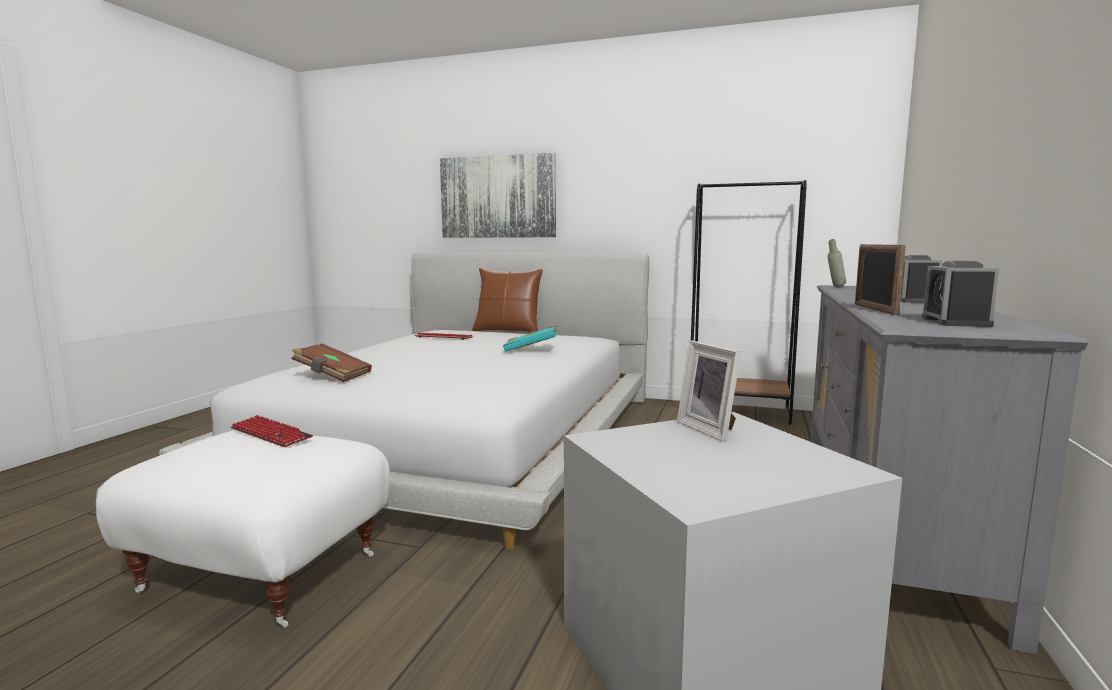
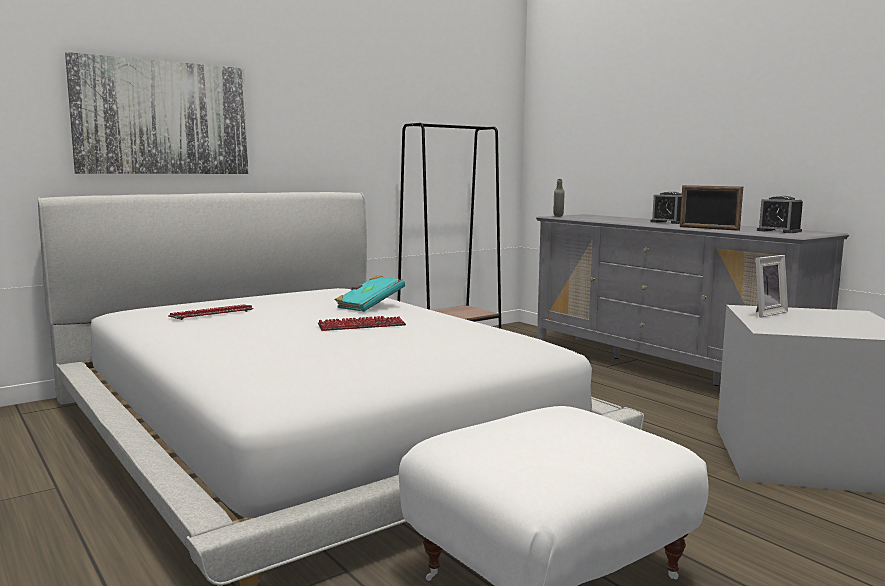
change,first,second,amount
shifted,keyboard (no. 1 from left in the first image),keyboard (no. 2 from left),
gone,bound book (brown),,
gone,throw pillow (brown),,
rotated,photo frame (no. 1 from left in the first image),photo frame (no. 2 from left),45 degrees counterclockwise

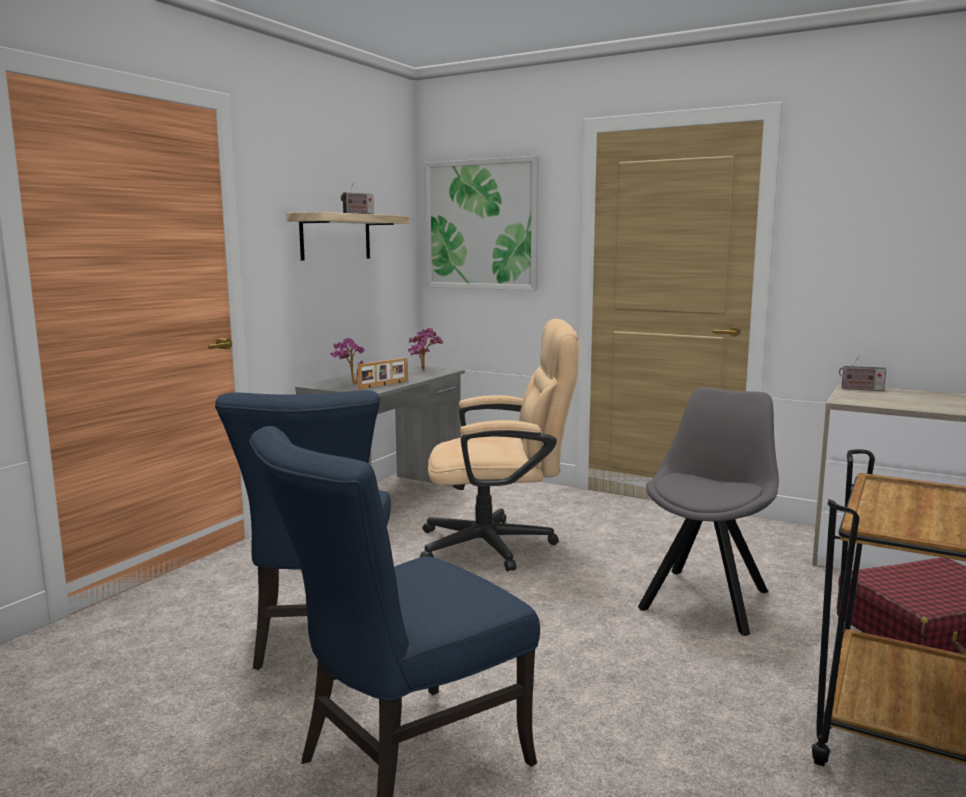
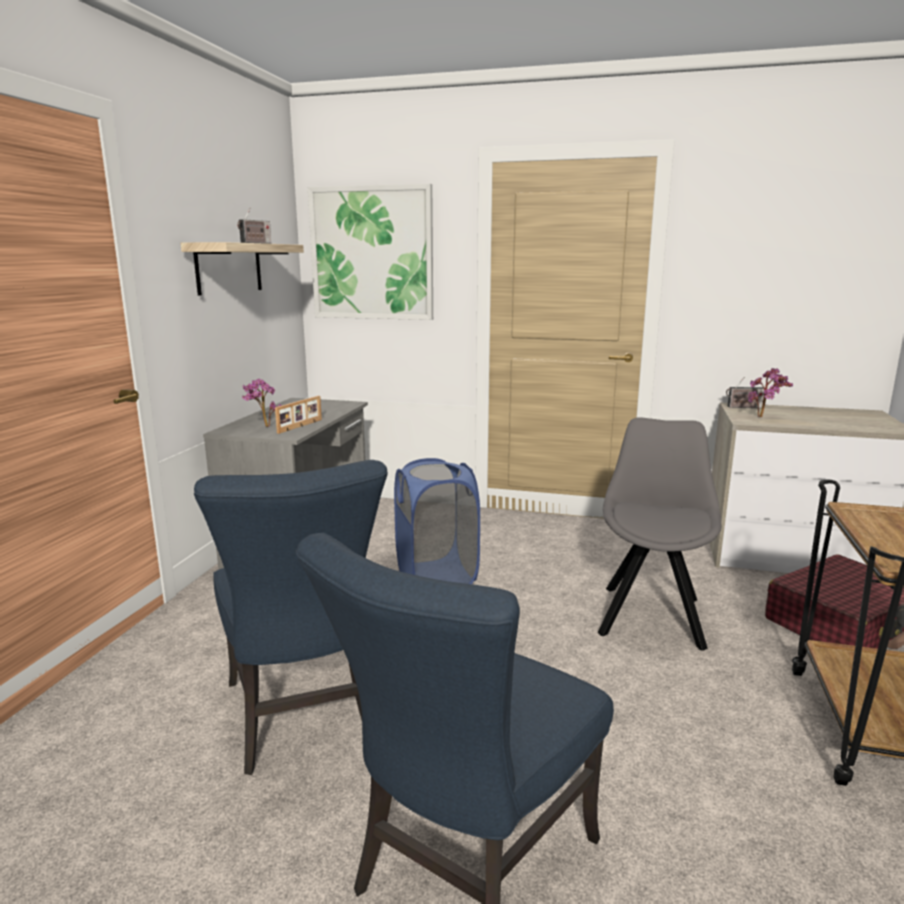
change,first,second,amount
shifted,potted plant (no. 2 from left),,
swapped,computer chair (sand-coloured),hamper (bluish),

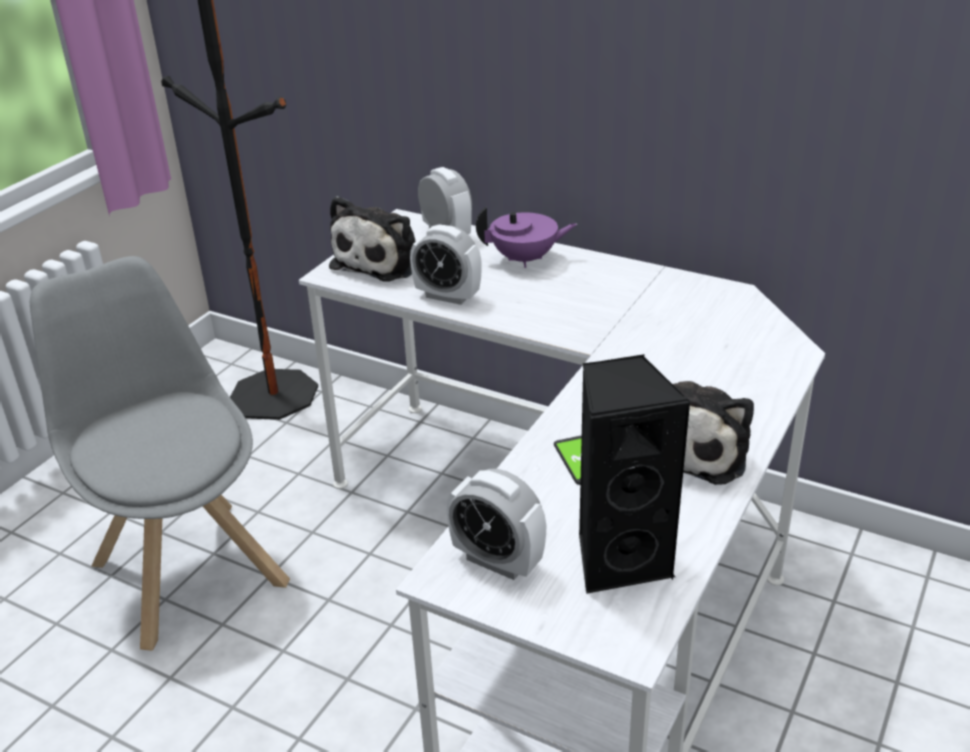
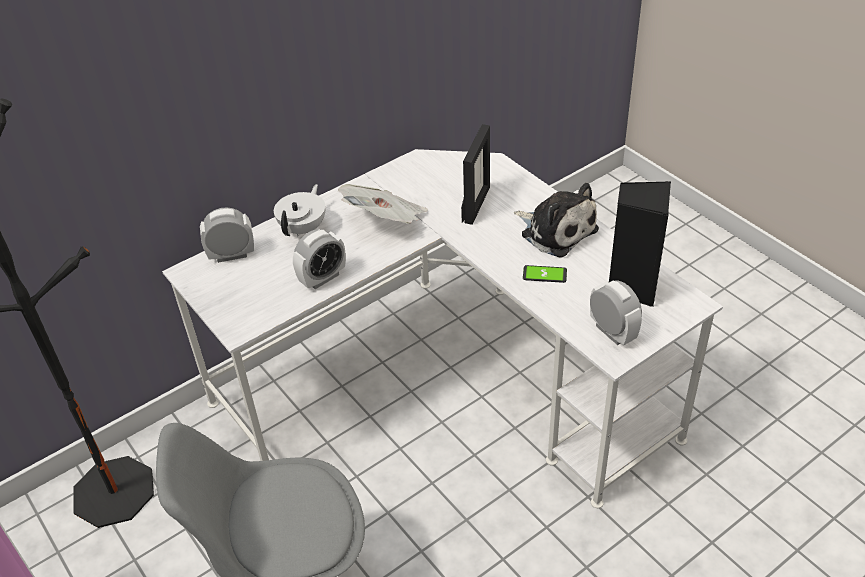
change,first,second,amount
gone,soft toy (no. 1 from left),,
rotated,table clock (no. 3 from left),,90 degrees counterclockwise
repainted,teapot (purple),teapot (white),
new,,newspaper,
new,,photo frame,

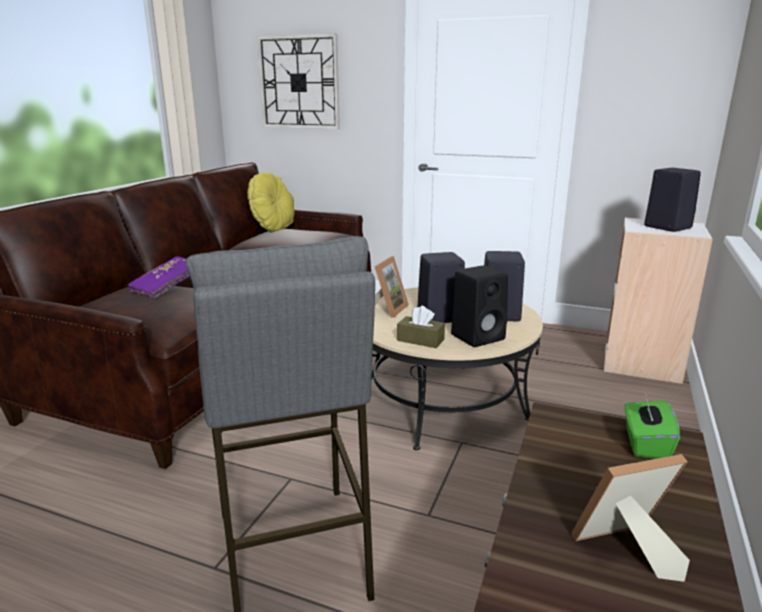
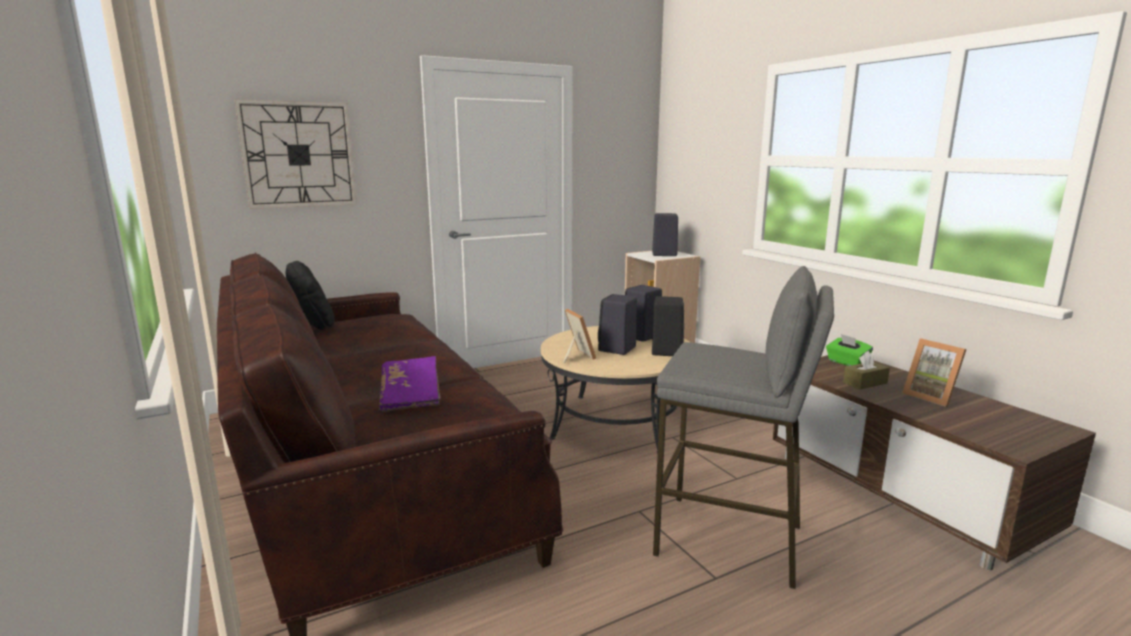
change,first,second,amount
repainted,throw pillow (yellowish),throw pillow (black-coloured),
shifted,tissue box (brown),,
rotated,photo frame (no. 2 from left),,60 degrees counterclockwise

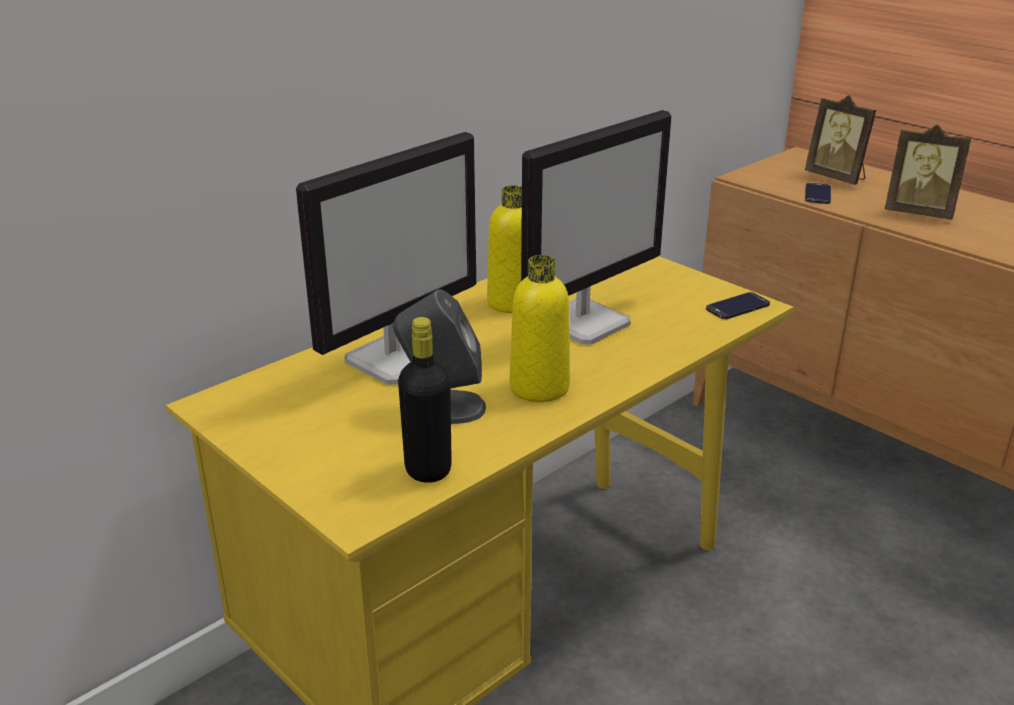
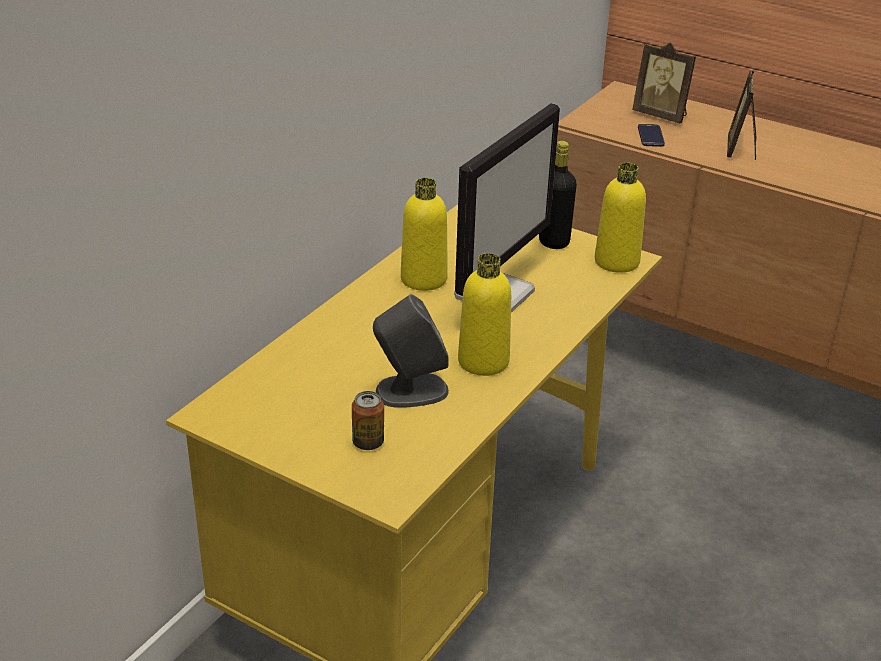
change,first,second,amount
gone,monitor (no. 1 from left),,
shifted,bottle (black-coloured),,
swapped,handset (no. 1 from left),bottle (yellowish) (no. 3 from left),
rotated,photo frame (no. 2 from left),,90 degrees clockwise
new,,can,

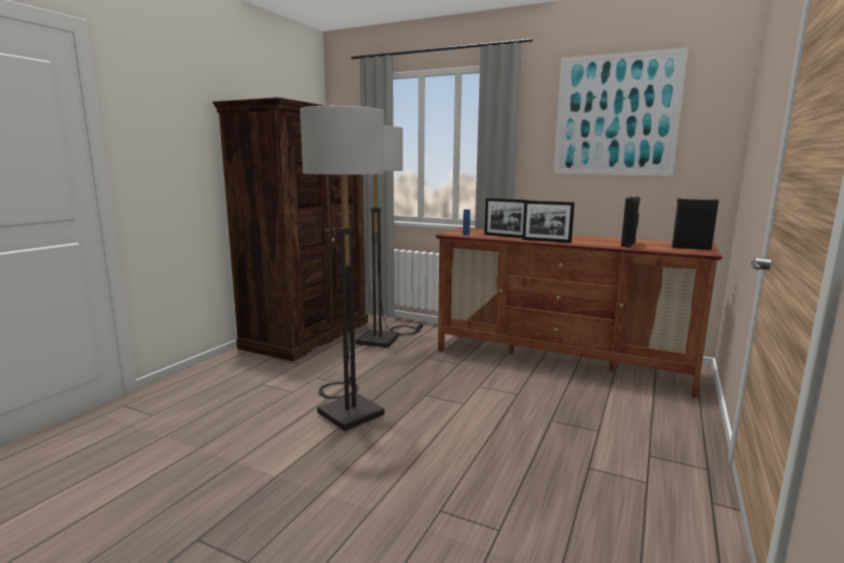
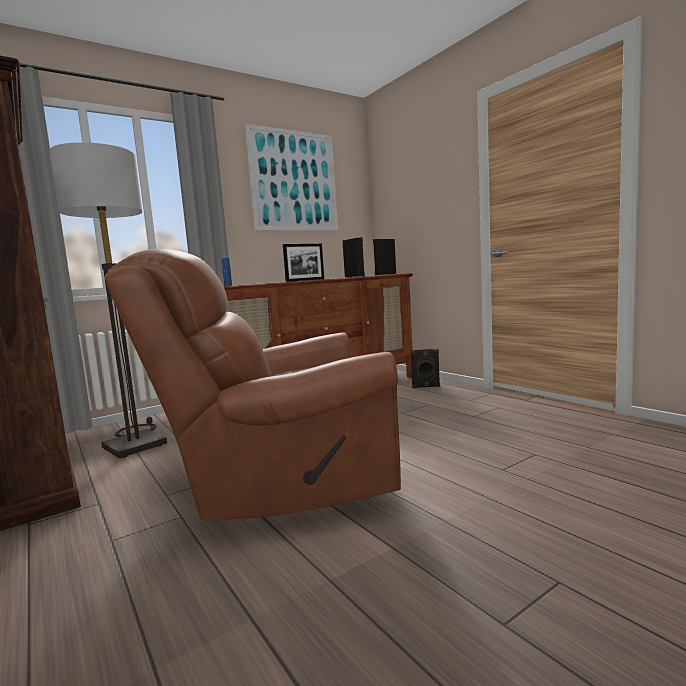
change,first,second,amount
swapped,standard lamp (no. 1 from left),easy chair (brown),
gone,photo frame (no. 1 from left),,
new,,audio speaker (black-coloured) (no. 3 from left),

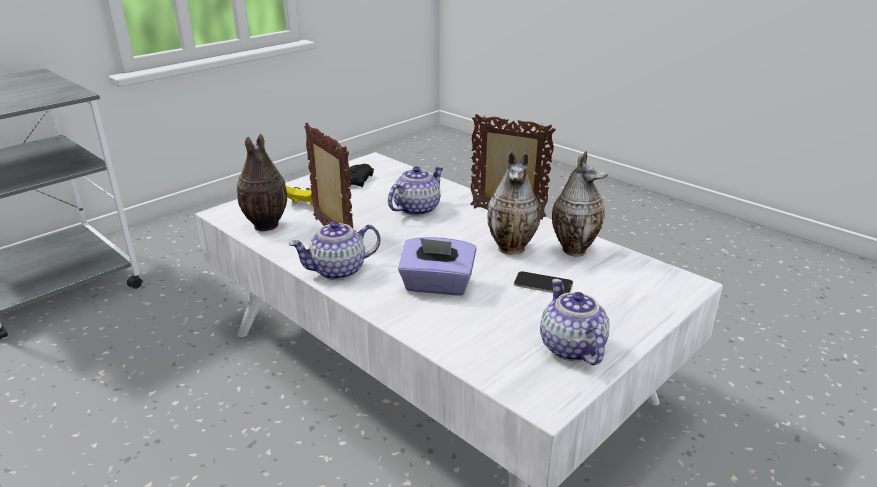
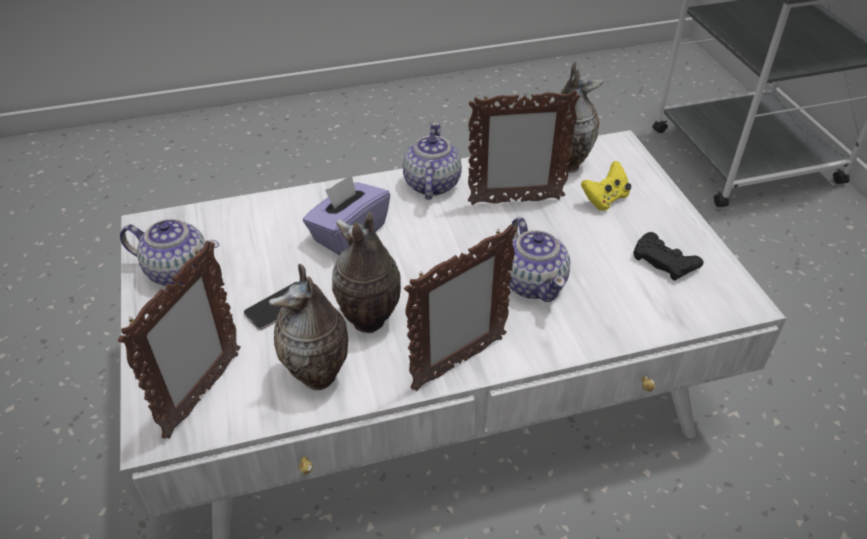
change,first,second,amount
new,,photo frame (no. 1 from left),

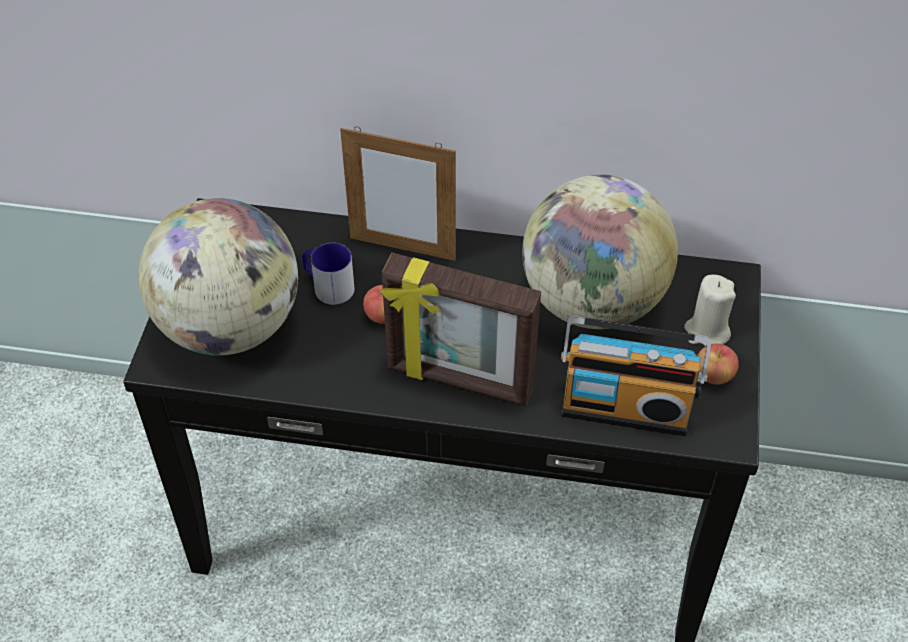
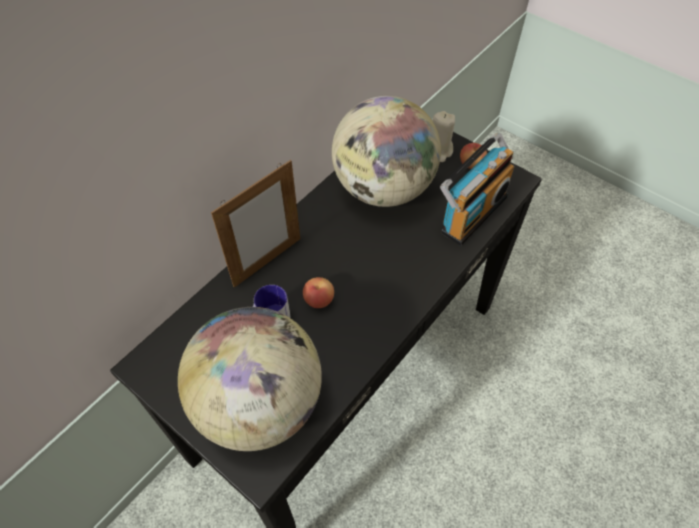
change,first,second,amount
gone,photo frame (no. 2 from left),,

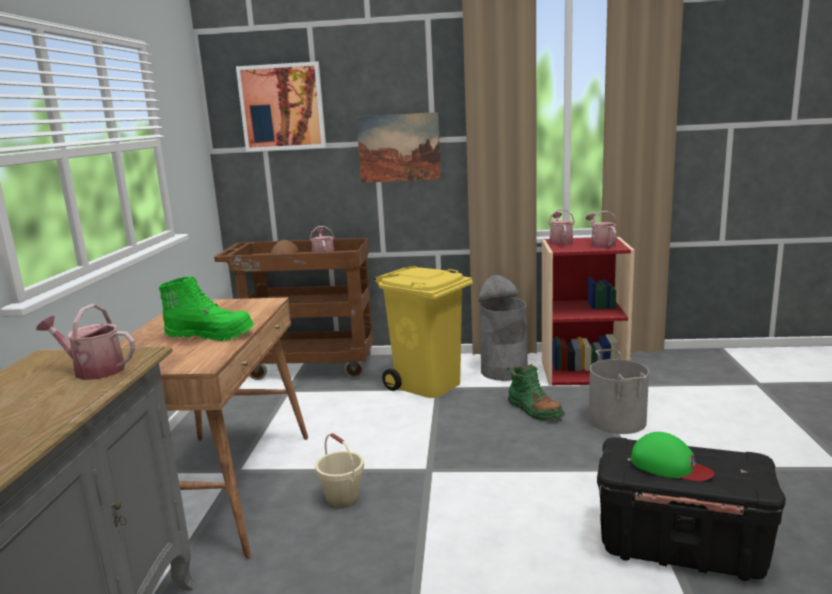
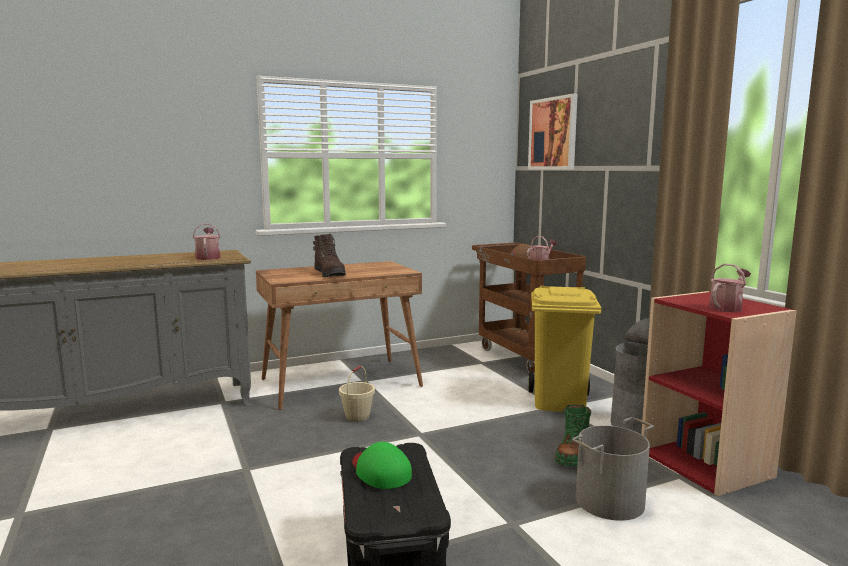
change,first,second,amount
repainted,tall boot (green-coloured) (no. 1 from left),tall boot (brown),
gone,wall art (no. 2 from left),,
gone,watering pot (no. 3 from left),,
rotated,peaked cap (green-coloured),,135 degrees clockwise

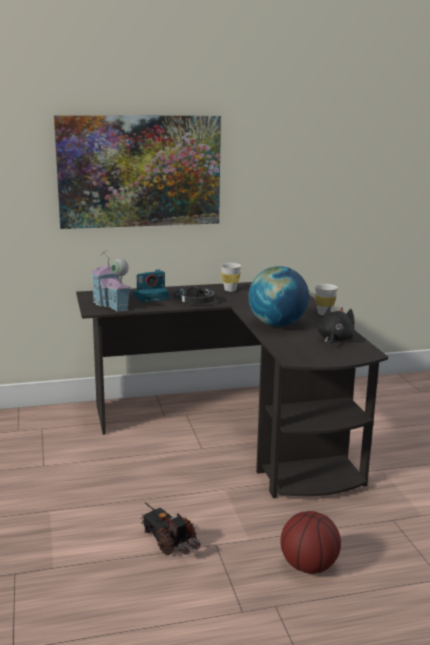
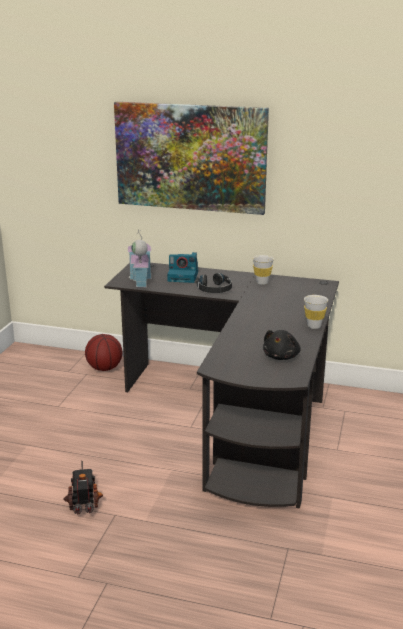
change,first,second,amount
gone,desk globe,,
shifted,basketball,,
rotated,soft toy (black-coloured),,150 degrees clockwise

